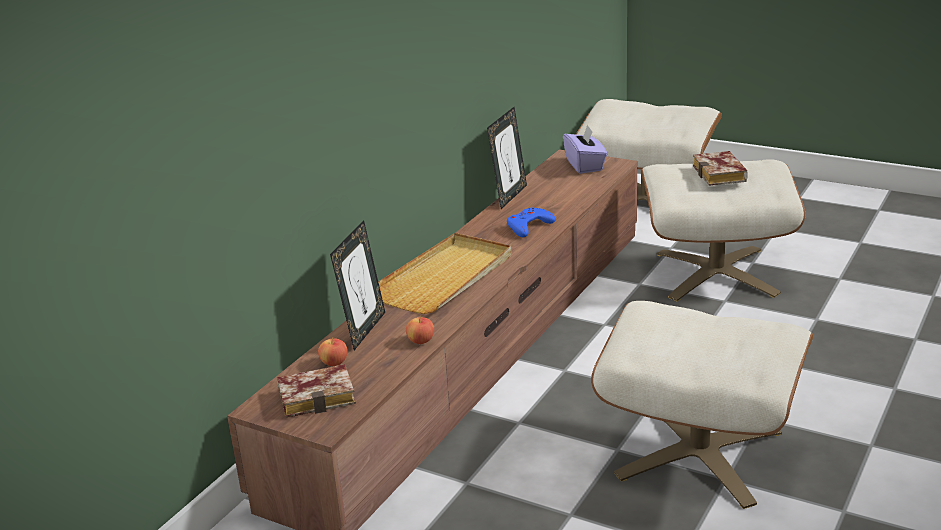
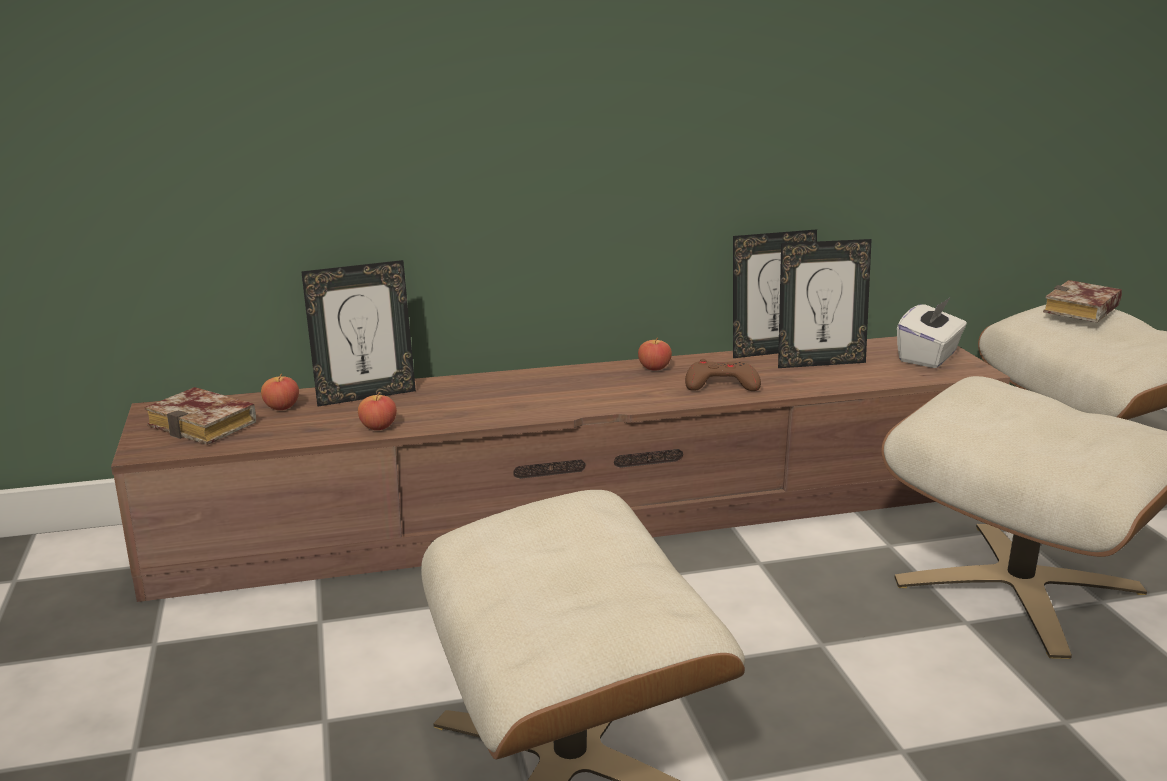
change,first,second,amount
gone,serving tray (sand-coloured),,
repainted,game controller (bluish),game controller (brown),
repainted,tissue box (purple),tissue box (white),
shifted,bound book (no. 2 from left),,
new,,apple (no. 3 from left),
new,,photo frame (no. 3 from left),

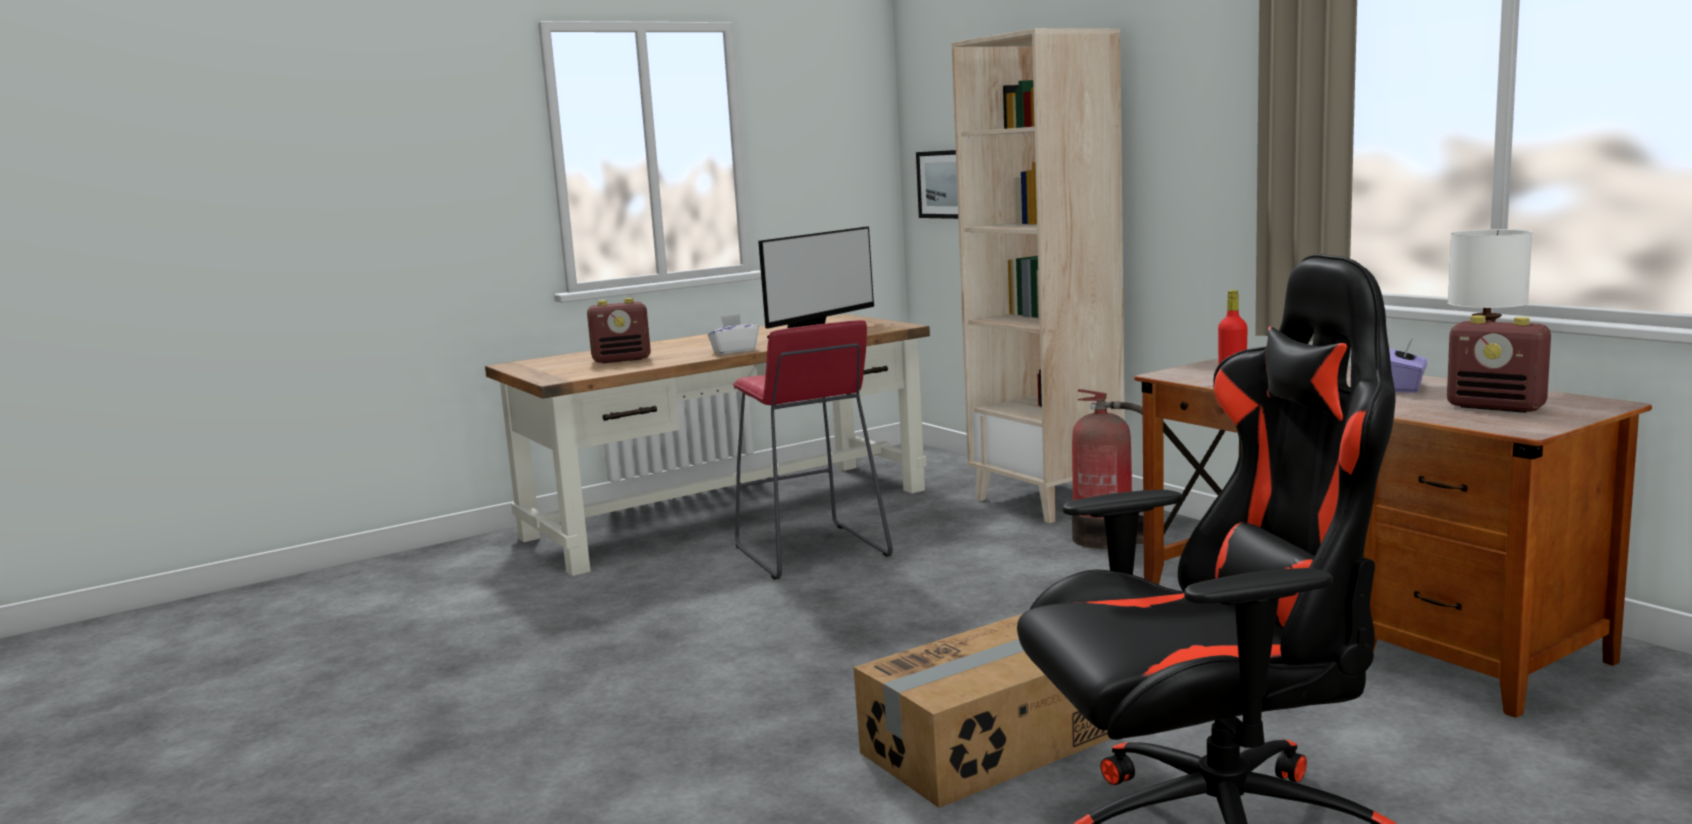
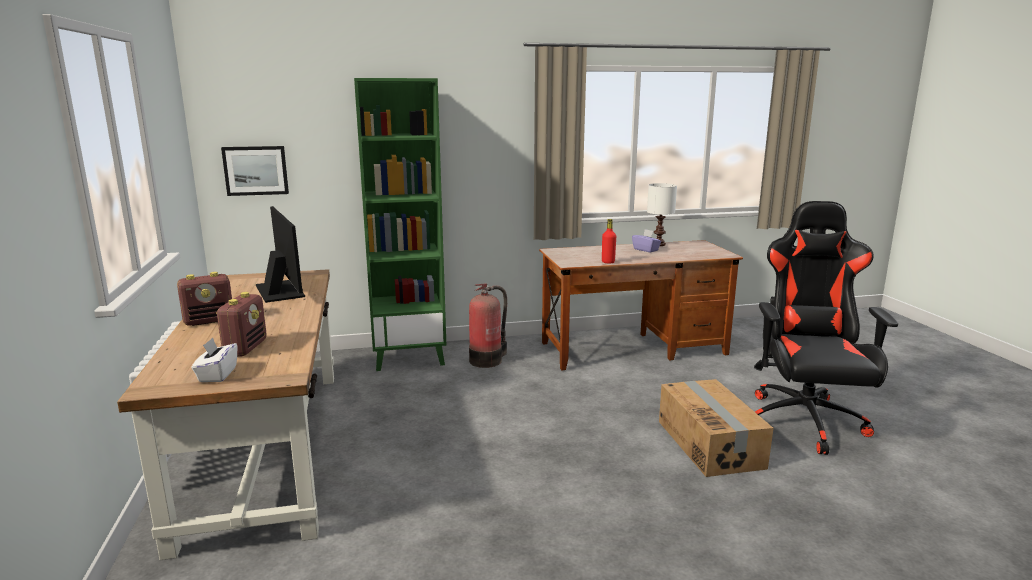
change,first,second,amount
shifted,tissue box (white),,
gone,sitting stool (red-coloured),,
repainted,shelving unit (sand-coloured),shelving unit (green-coloured),
shifted,radio receiver (no. 2 from left in the first image),radio receiver (no. 1 from left),

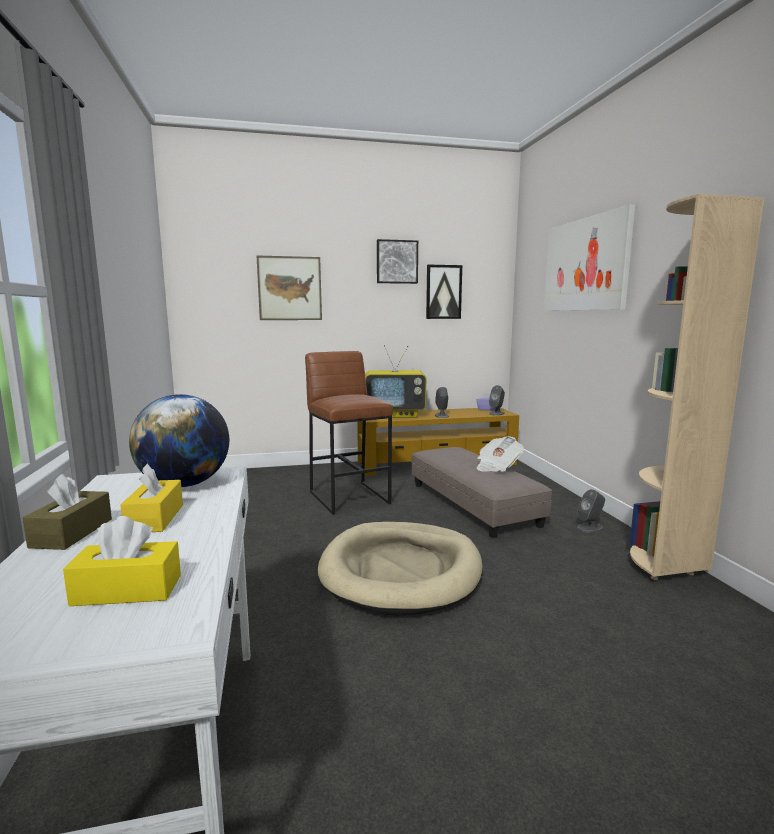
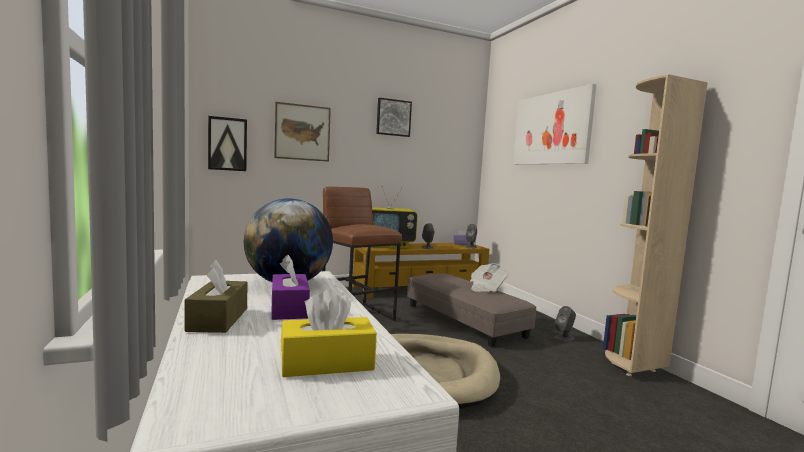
change,first,second,amount
repainted,tissue box (yellowish) (no. 2 from left),tissue box (purple) (no. 1 from left),
shifted,wall art (no. 3 from left in the first image),wall art (no. 1 from left),

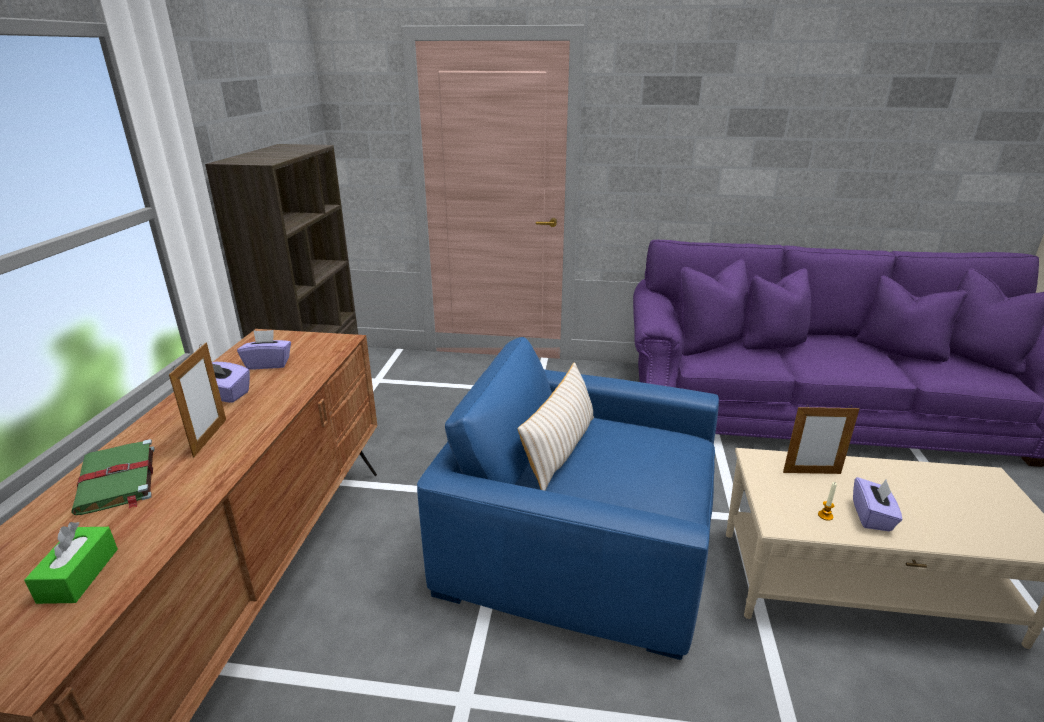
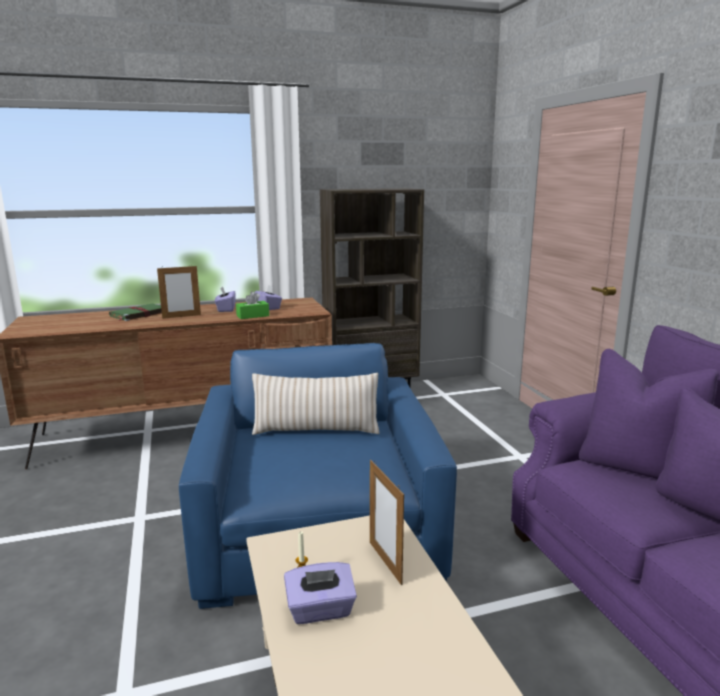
change,first,second,amount
shifted,tissue box (green-coloured),,

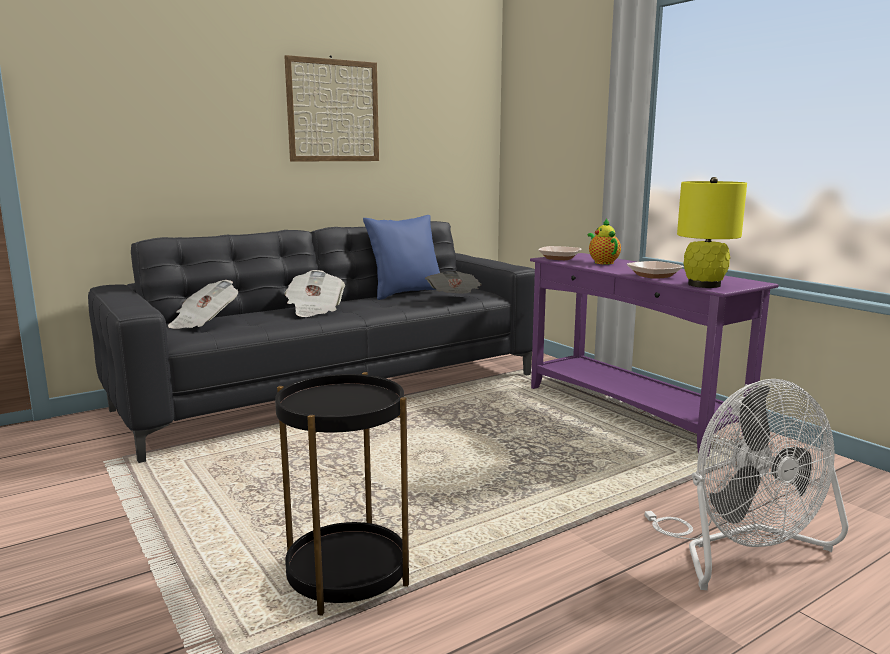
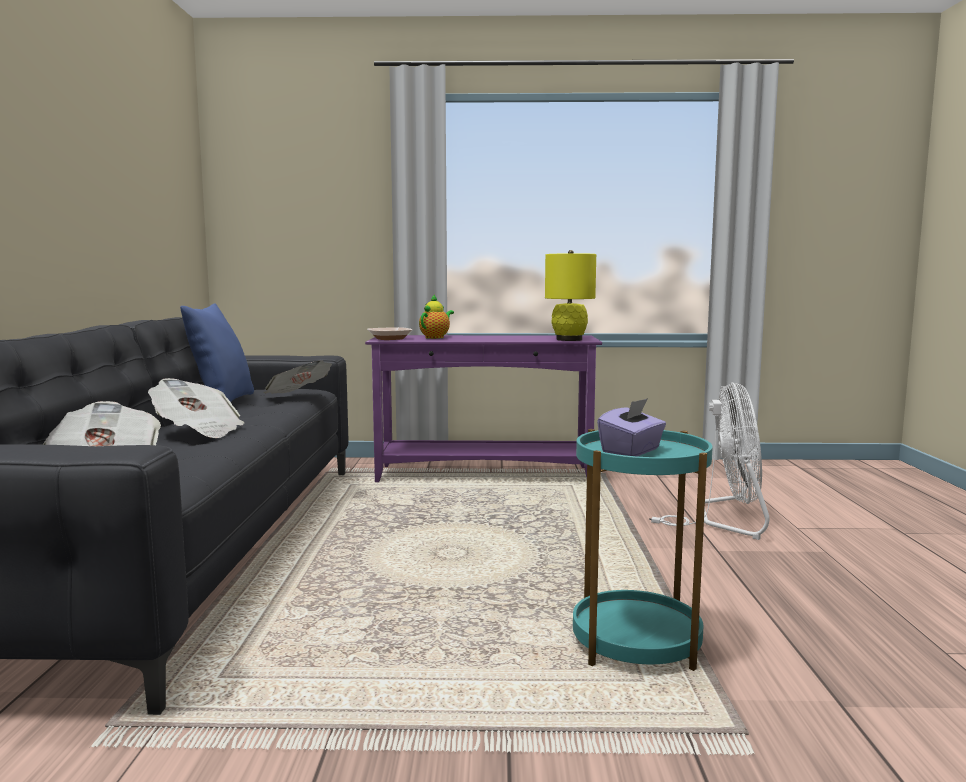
change,first,second,amount
repainted,accent table (black-coloured),accent table (turquoise-coloured),
gone,wall art,,
rotated,teapot,,105 degrees clockwise
gone,serving bowl (no. 2 from left),,
new,,tissue box (purple),

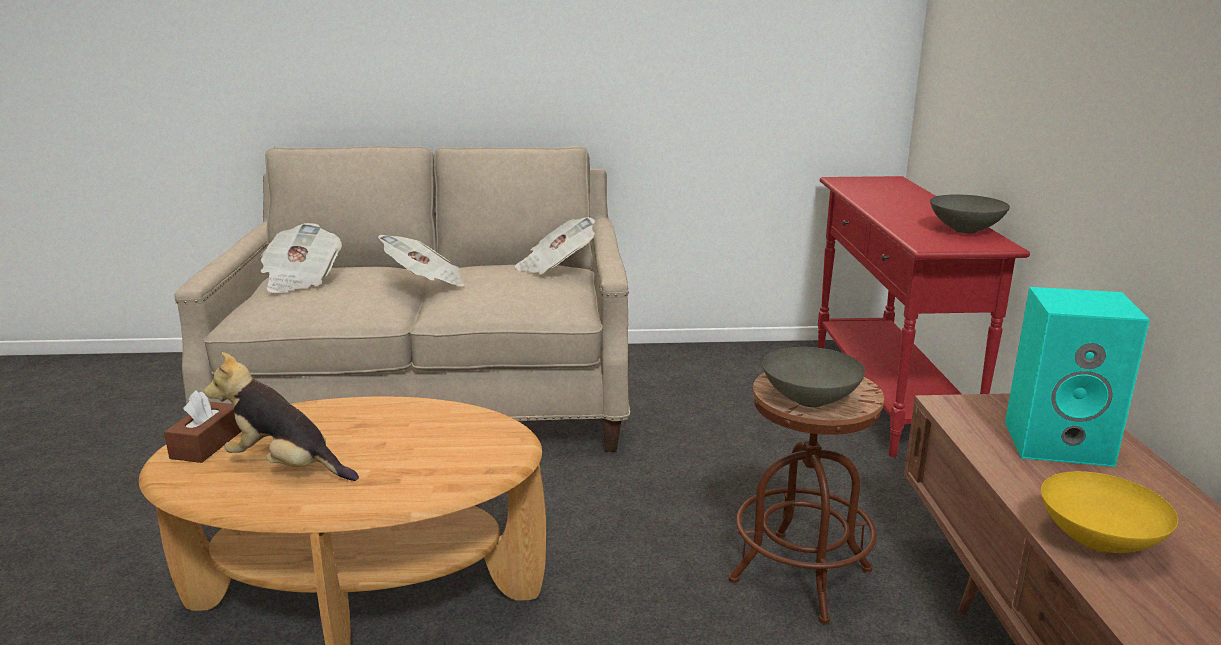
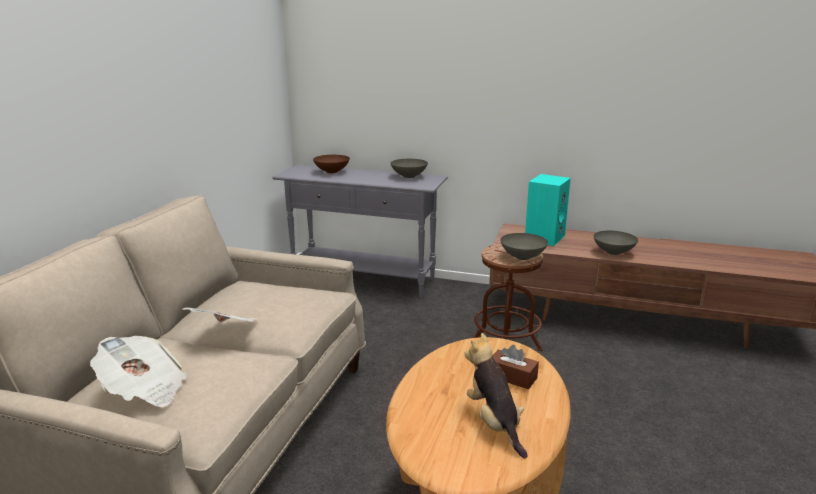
change,first,second,amount
shifted,tissue box (brown),,
rotated,soft toy,,120 degrees clockwise
gone,newspaper (no. 3 from left),,
repainted,narrow table (red-coloured),narrow table (greyish),
repainted,serving bowl (yellowish),serving bowl (greyish) (no. 3 from left),
new,,serving bowl (brown),

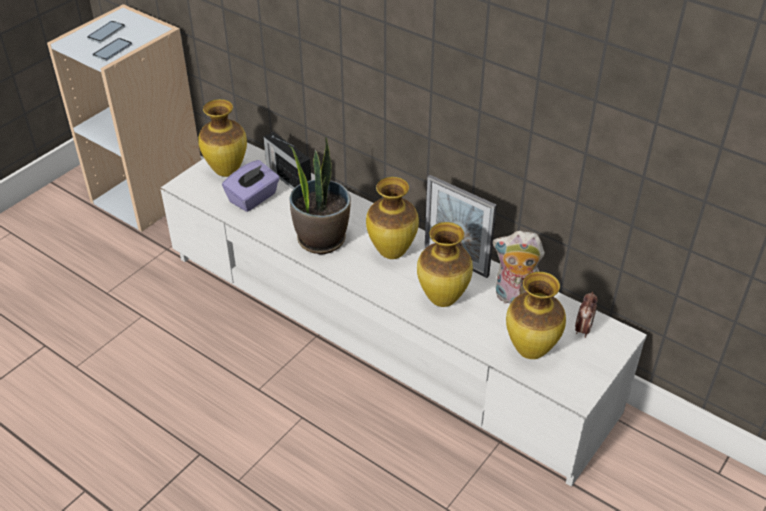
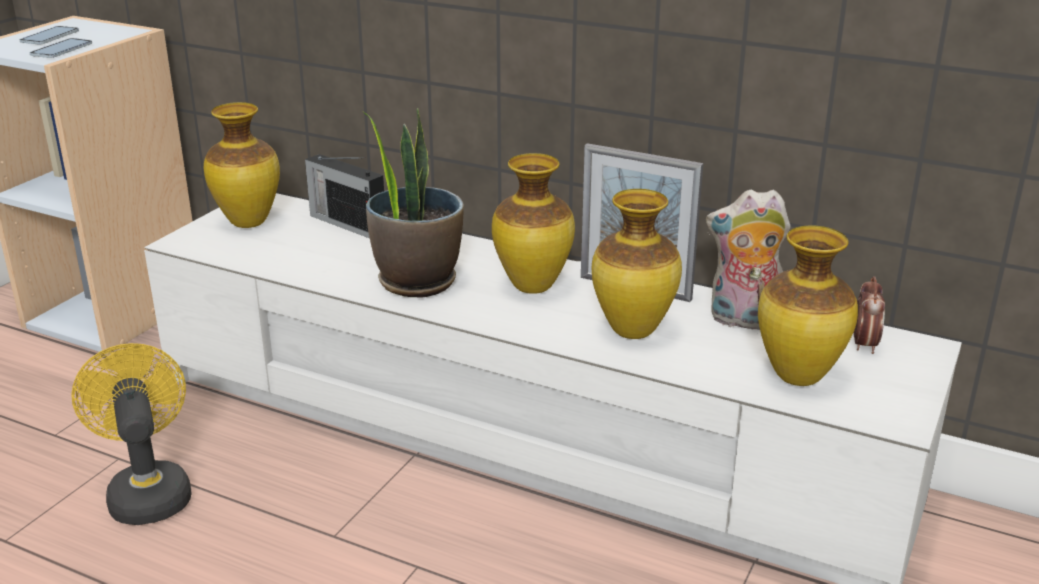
change,first,second,amount
gone,tissue box (purple),,
new,,fan (yellowish),

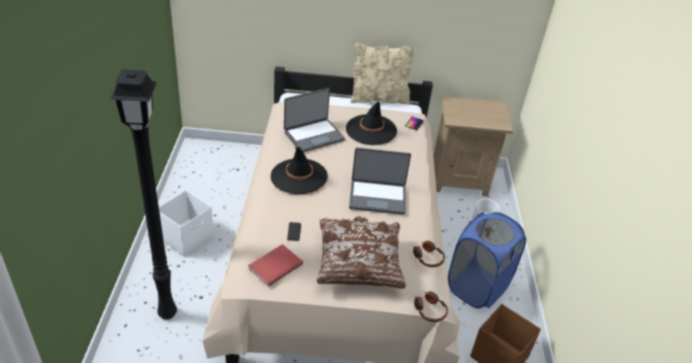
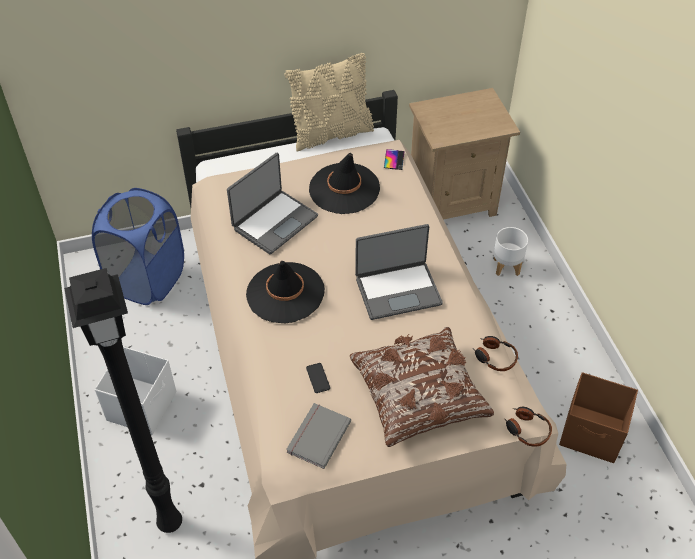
change,first,second,amount
repainted,bound book (red-coloured),bound book (greyish),
shifted,hamper (bluish),,

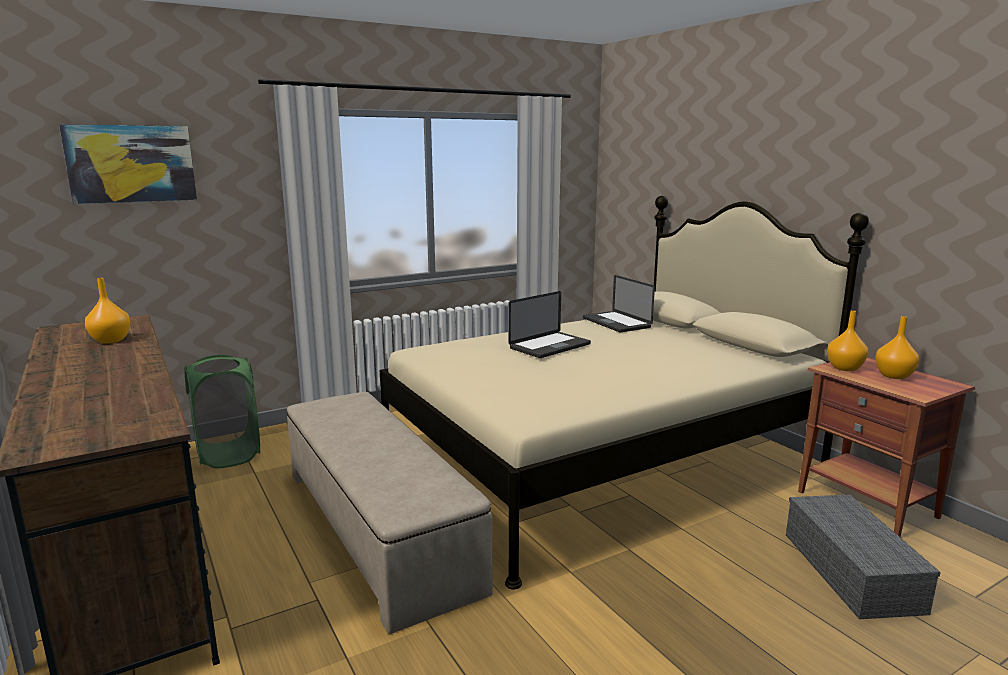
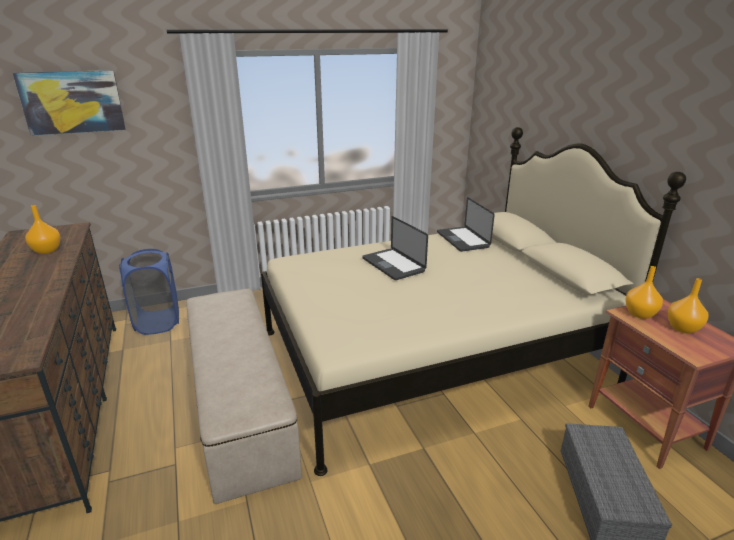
change,first,second,amount
repainted,hamper (green-coloured),hamper (bluish),
rotated,notebook computer (no. 1 from left),,90 degrees clockwise

